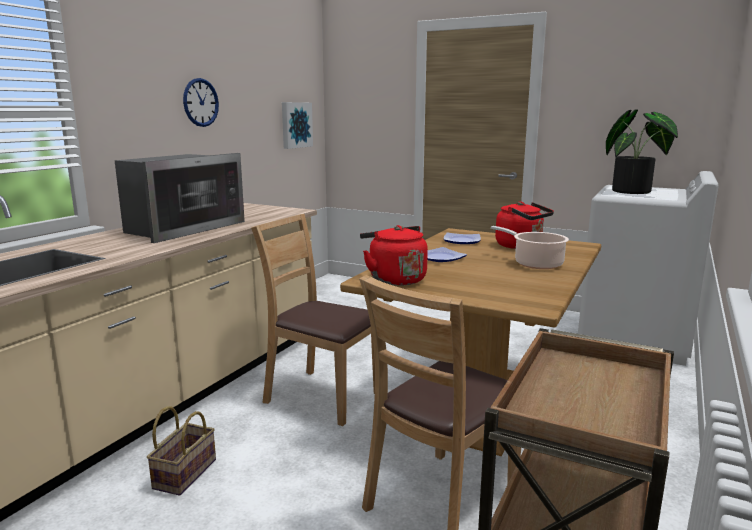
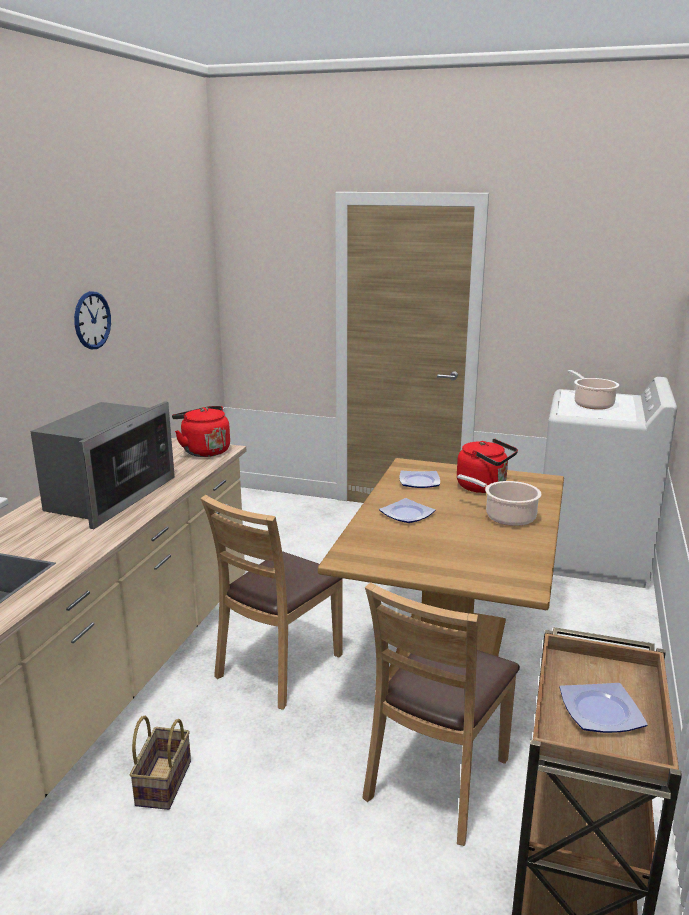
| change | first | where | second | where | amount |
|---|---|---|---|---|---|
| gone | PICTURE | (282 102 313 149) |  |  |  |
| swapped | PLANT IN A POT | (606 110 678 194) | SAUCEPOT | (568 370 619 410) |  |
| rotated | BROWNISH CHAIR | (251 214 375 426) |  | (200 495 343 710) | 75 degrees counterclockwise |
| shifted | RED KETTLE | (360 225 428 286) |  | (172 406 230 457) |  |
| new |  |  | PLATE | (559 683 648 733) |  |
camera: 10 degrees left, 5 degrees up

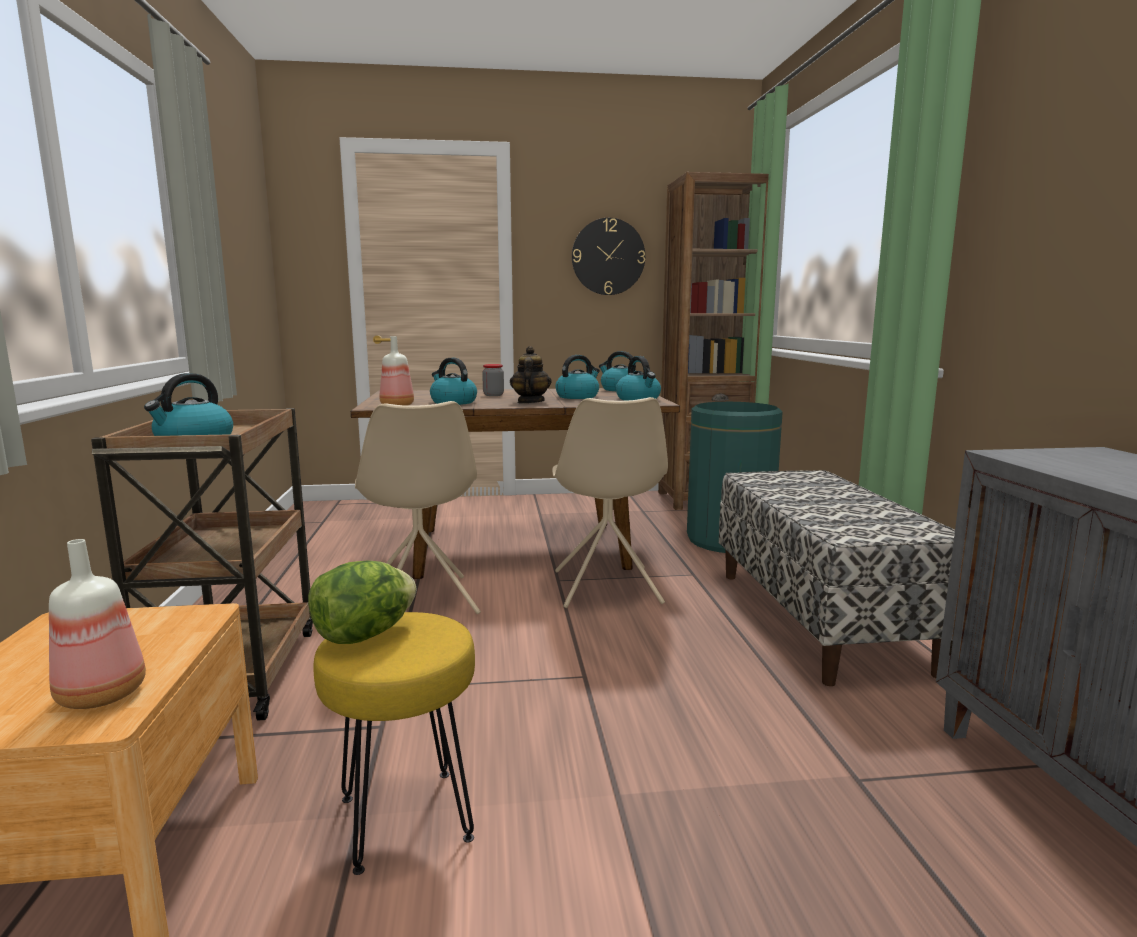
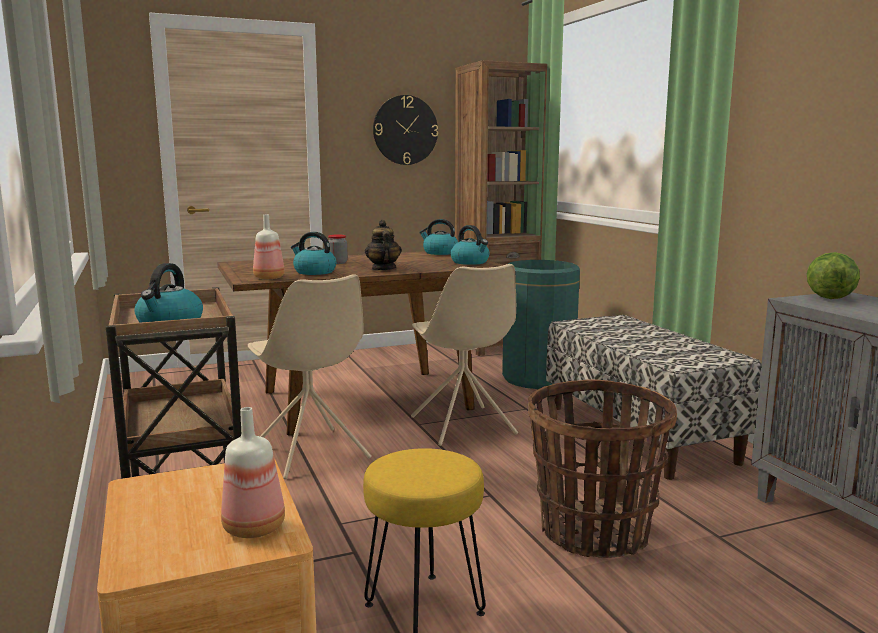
| change | first | where | second | where | amount |
|---|---|---|---|---|---|
| gone | KETTLE | (555 355 600 399) |  |  |  |
| shifted | LETTUCE | (308 561 416 644) |  | (807 252 860 299) |  |
| new |  |  | STORAGE BASKET | (528 380 677 558) |  |
camera: 15 degrees left, 0 degrees up

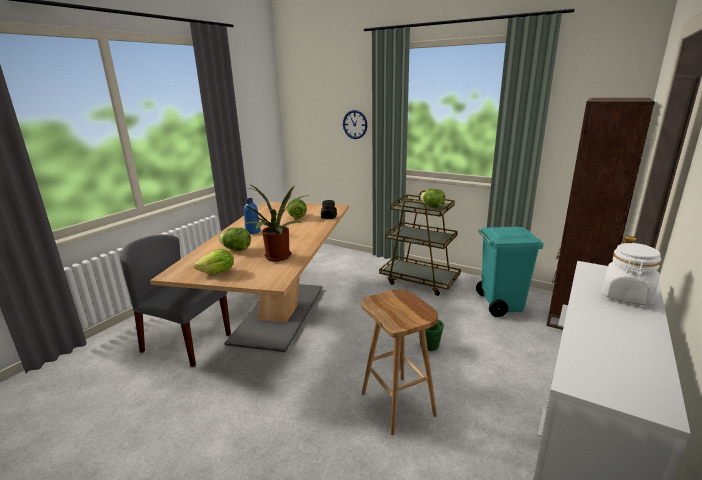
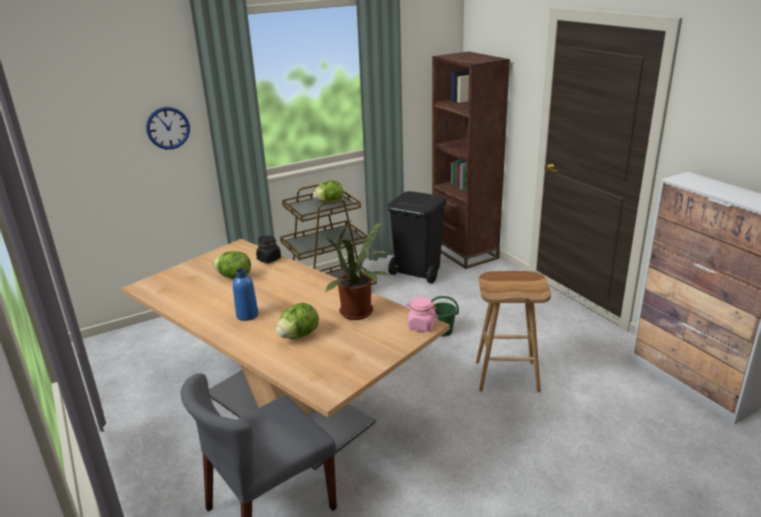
| change | first | where | second | where | amount |
|---|---|---|---|---|---|
| repainted | TURQUOISE TRASH CAN | (476 227 544 317) | BLACK-COLOURED TRASH CAN | (388 191 447 283) |  |
| gone | WHITE-COLOURED STORAGE JAR | (602 243 661 306) |  |  |  |
| gone | LETTUCE | (193 249 234 273) |  |  |  |
| new |  |  | PINK-COLOURED STORAGE JAR | (405 297 437 332) |  |
camera: 60 degrees left, 5 degrees up

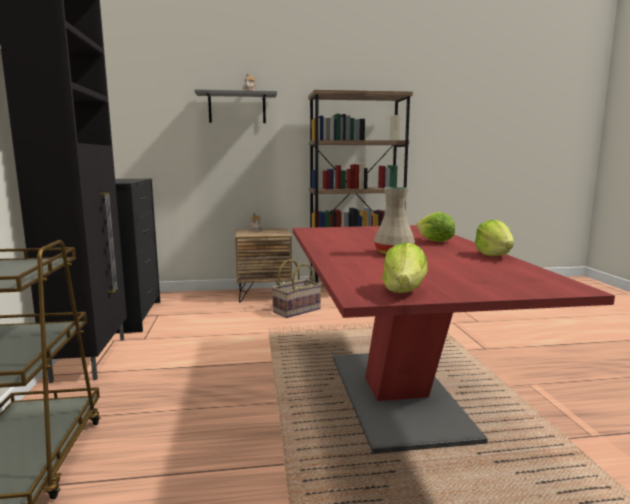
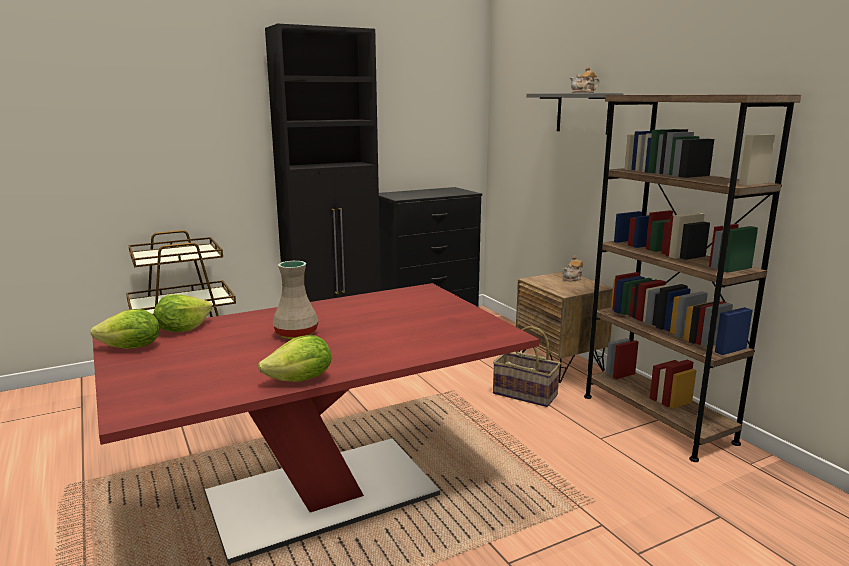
| change | first | where | second | where | amount |
|---|---|---|---|---|---|
| shifted | LETTUCE | (416 212 455 242) |  | (154 294 213 332) |  |
camera: 70 degrees right, 5 degrees up

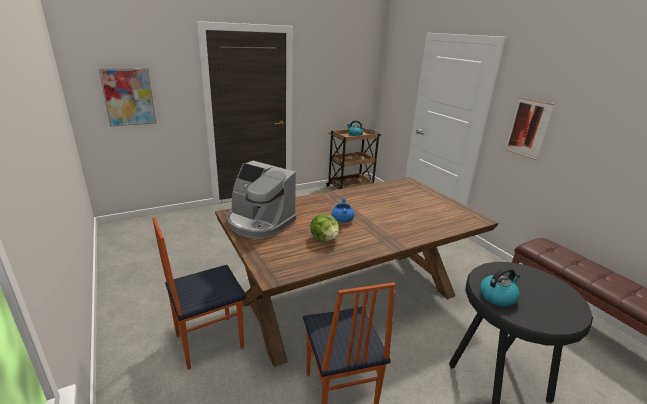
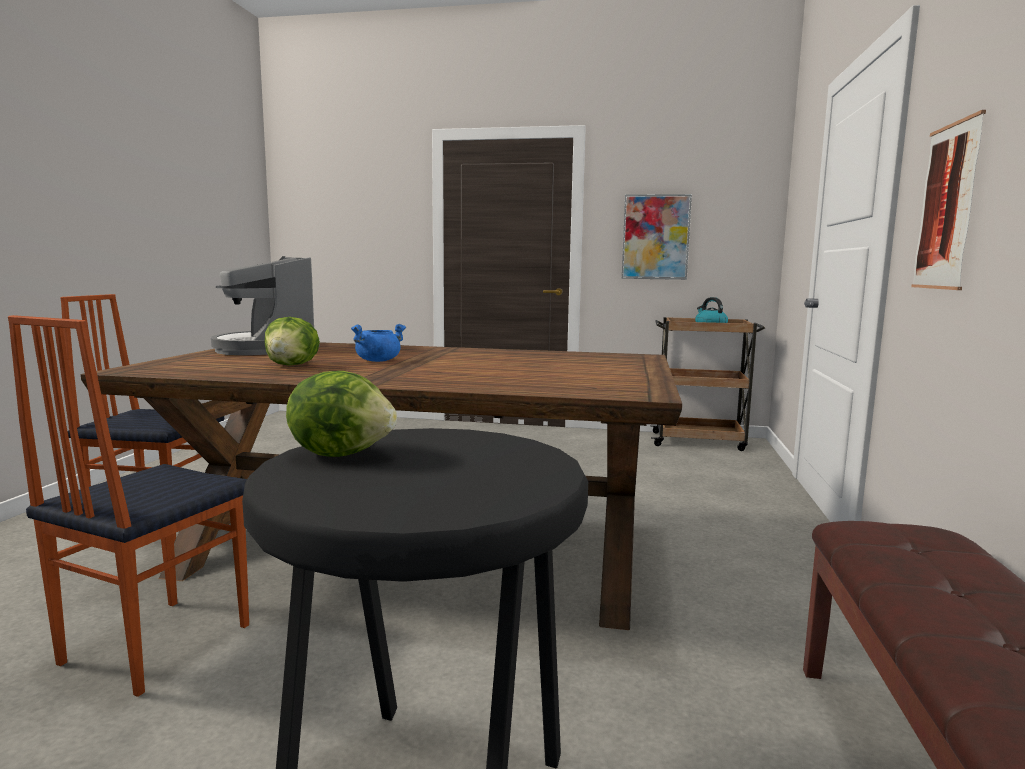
| change | first | where | second | where | amount |
|---|---|---|---|---|---|
| shifted | PICTURE | (99 68 156 127) |  | (622 194 692 280) |  |
| swapped | KETTLE | (480 267 520 307) | LETTUCE | (286 371 397 457) |  |
camera: 40 degrees right, 15 degrees down

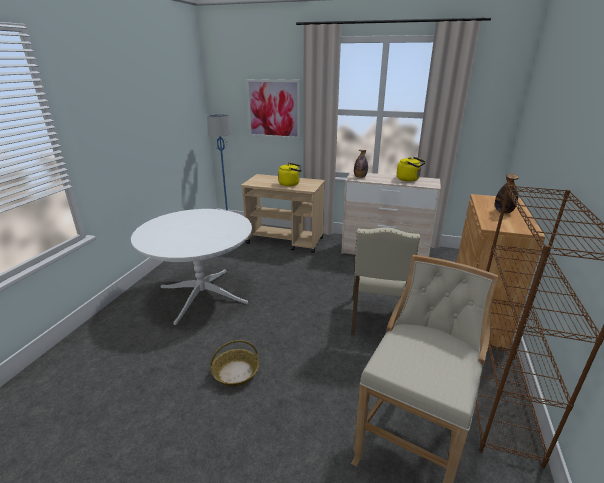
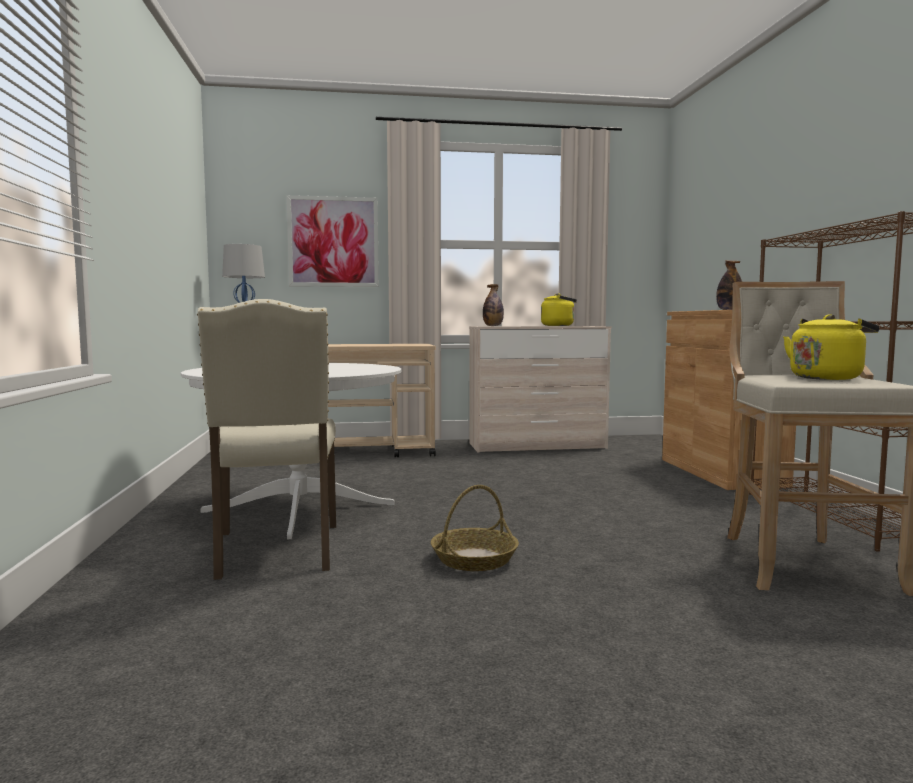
| change | first | where | second | where | amount |
|---|---|---|---|---|---|
| shifted | YELLOWISH KETTLE | (278 163 302 186) |  | (783 314 879 380) |  |
| shifted | BEIGE-COLOURED CHAIR | (351 227 420 335) |  | (197 299 336 580) |  |
camera: 25 degrees left, 20 degrees down

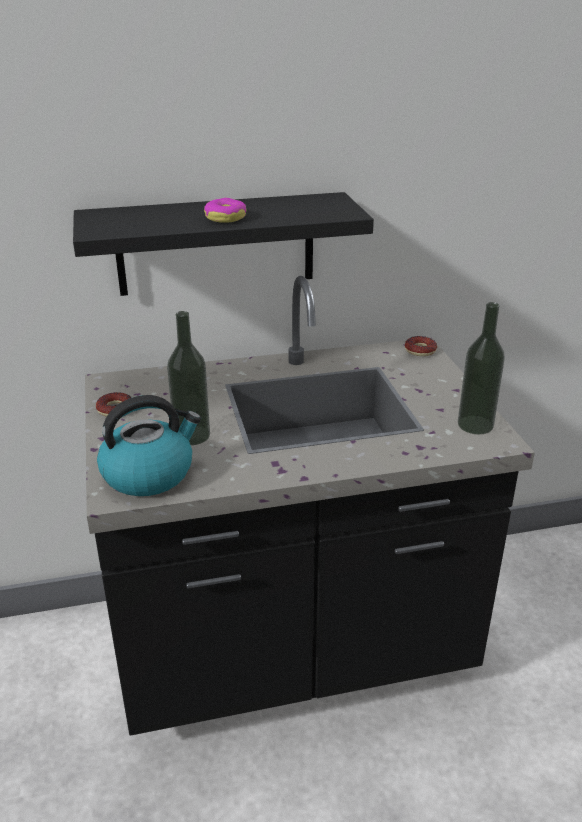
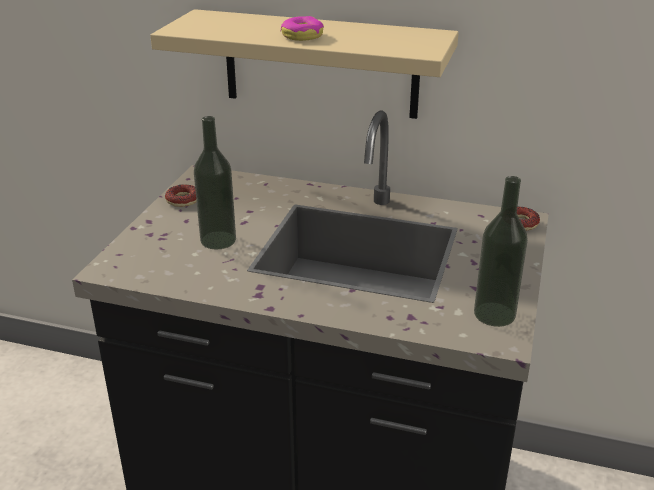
| change | first | where | second | where | amount |
|---|---|---|---|---|---|
| repainted | BLACK-COLOURED WALL SHELF | (73 192 374 296) | BEIGE-COLOURED WALL SHELF | (150 9 459 119) |  |
| gone | KETTLE | (97 395 201 496) |  |  |  |
camera: 30 degrees right, 0 degrees up

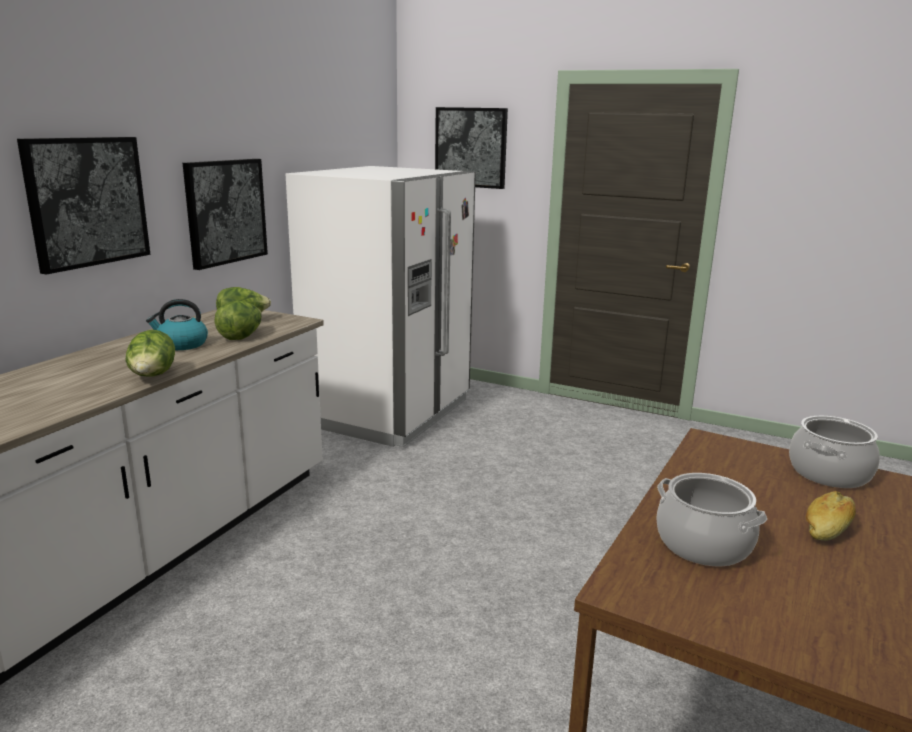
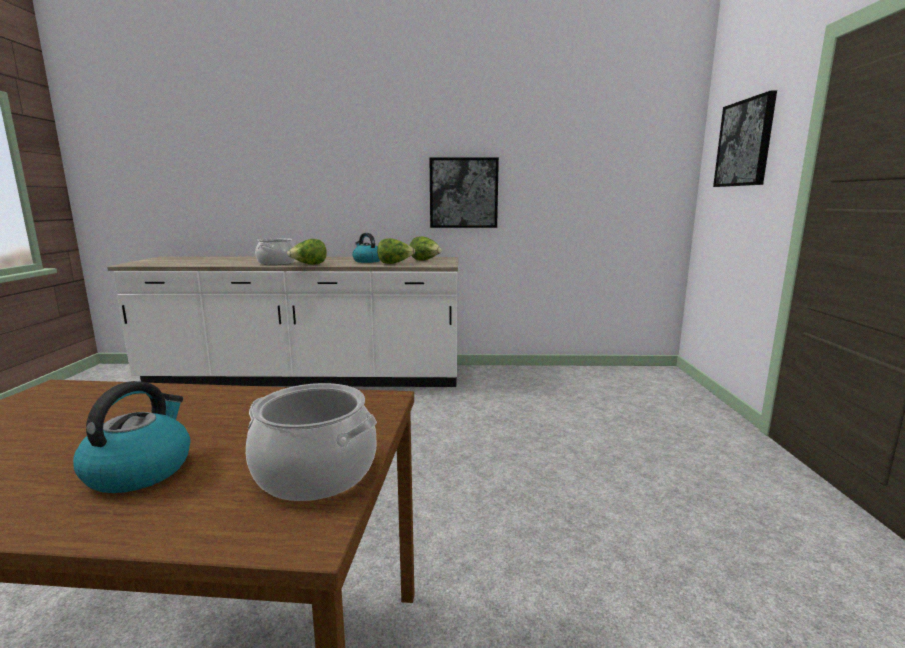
| change | first | where | second | where | amount |
|---|---|---|---|---|---|
| gone | PICTURE | (17 137 150 275) |  |  |  |
| gone | WHITE-COLOURED KITCHEN FRIDGE | (286 166 476 447) |  |  |  |
| shifted | SAUCEPOT | (656 473 767 567) |  | (255 238 295 265) |  |
| swapped | BREAD | (805 491 856 541) | KETTLE | (73 381 190 493) |  |
camera: 65 degrees right, 5 degrees down

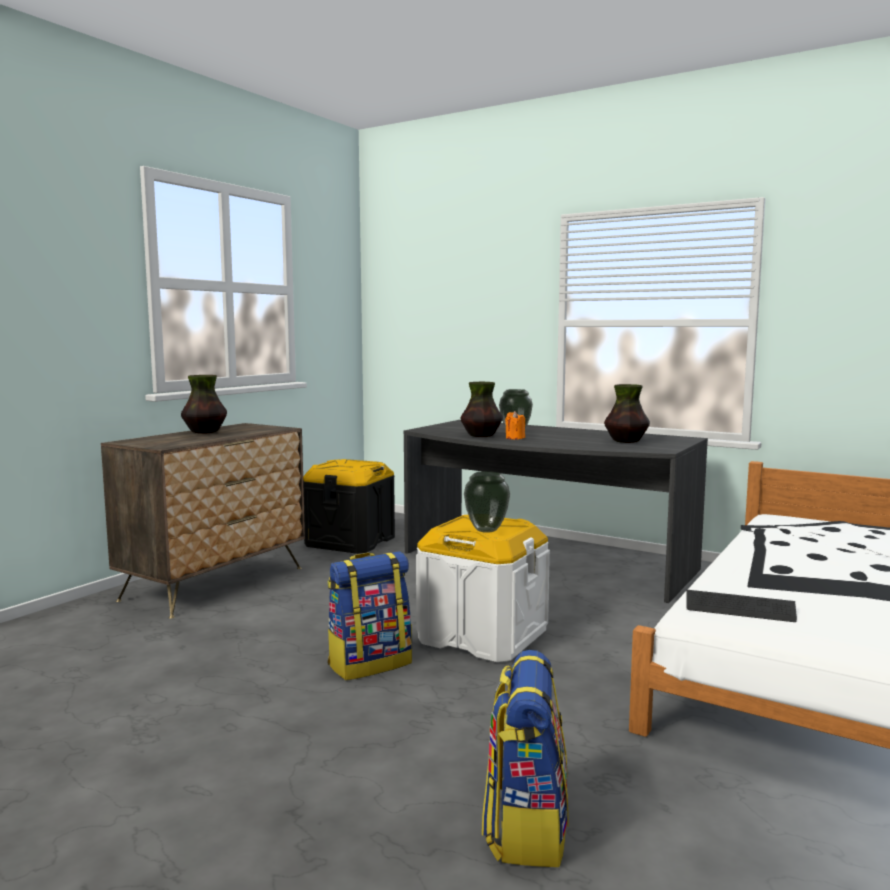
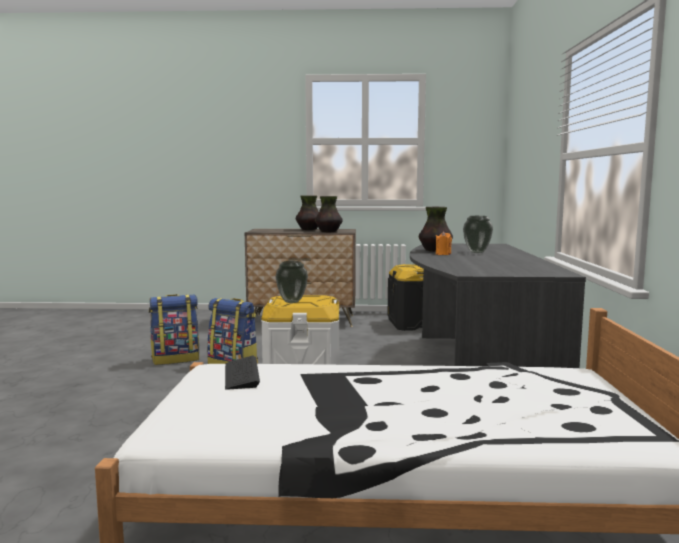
| change | first | where | second | where | amount |
|---|---|---|---|---|---|
| shifted | DECORATIVE VASE | (604 384 650 443) |  | (315 196 343 232) |  |
| shifted | KNAPSACK | (482 650 569 867) |  | (149 294 199 365) |  |
camera: 60 degrees right, 0 degrees up

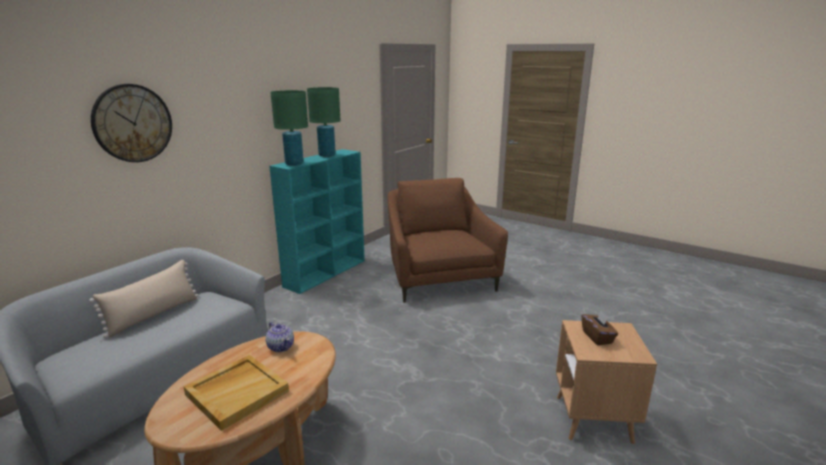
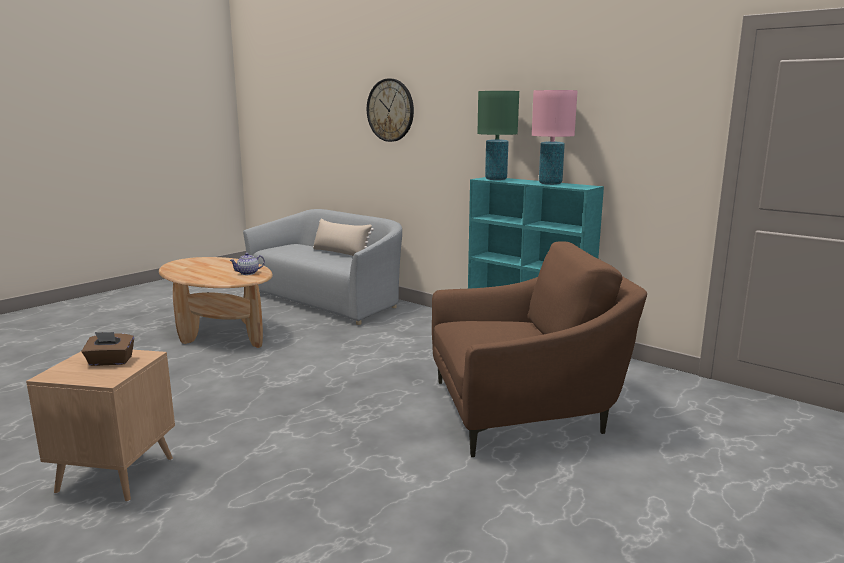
| change | first | where | second | where | amount |
|---|---|---|---|---|---|
| repainted | GREEN TABLETOP LAMP | (307 87 340 157) | PINK-COLOURED TABLETOP LAMP | (532 90 578 185) |  |
| gone | BEIGE-COLOURED TRAY | (184 355 289 431) |  |  |  |
camera: 95 degrees right, 5 degrees down

